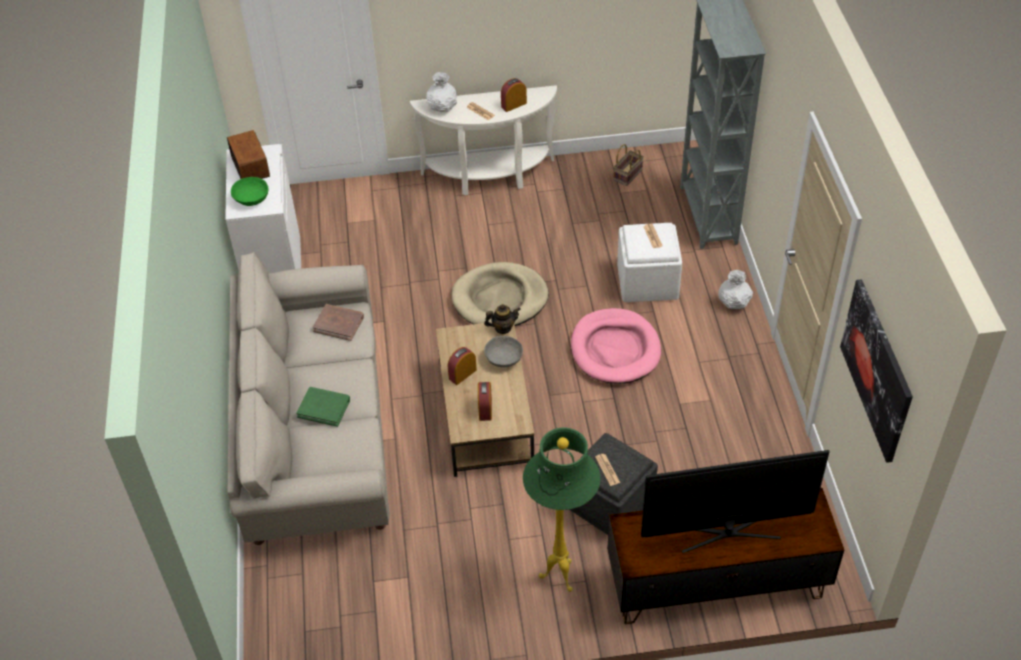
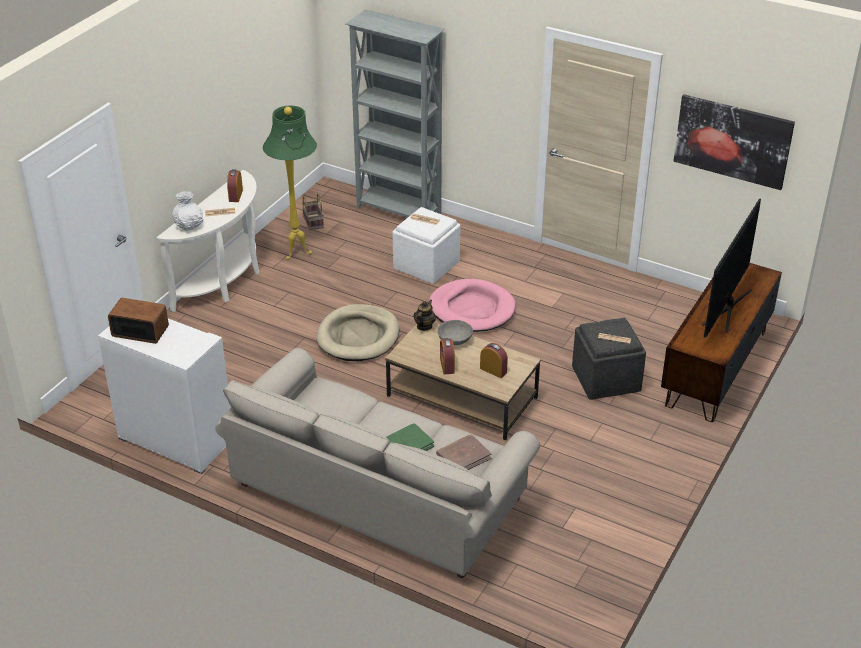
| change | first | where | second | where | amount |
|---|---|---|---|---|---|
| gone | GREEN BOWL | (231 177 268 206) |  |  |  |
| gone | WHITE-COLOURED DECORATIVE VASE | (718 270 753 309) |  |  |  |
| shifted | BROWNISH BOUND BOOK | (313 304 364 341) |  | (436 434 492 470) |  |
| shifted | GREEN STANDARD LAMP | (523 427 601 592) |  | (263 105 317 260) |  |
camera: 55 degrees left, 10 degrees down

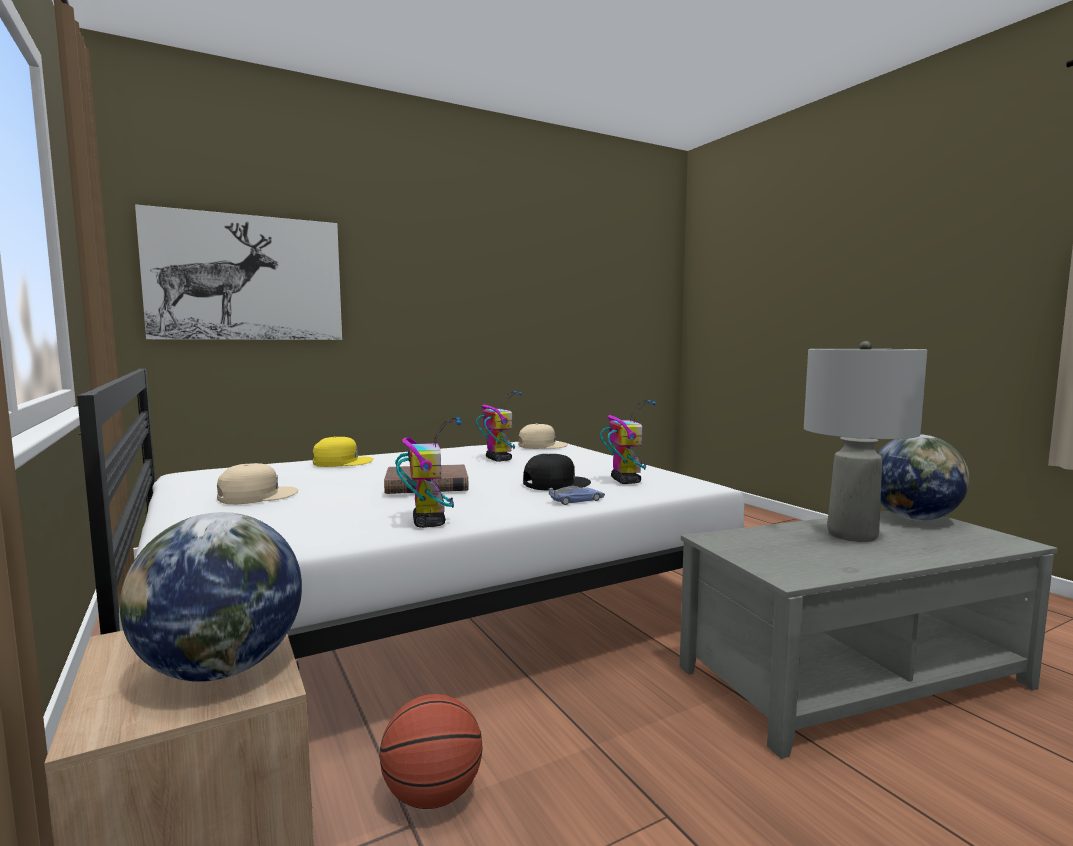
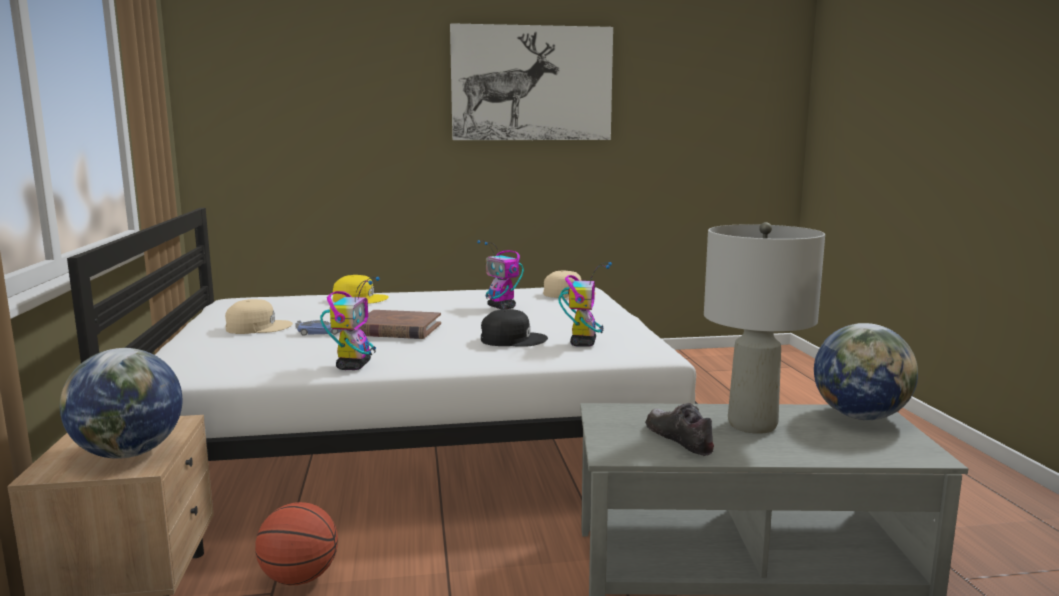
| change | first | where | second | where | amount |
|---|---|---|---|---|---|
| shifted | PICTURE | (135 204 342 340) |  | (450 23 613 140) |  |
| rotated | ROBOT FIGURE | (476 391 522 462) |  | (477 240 524 309) | 150 degrees clockwise |
| shifted | TOY CAR | (549 486 605 505) |  | (295 320 342 336) |  |
| new |  |  | SHOE | (645 403 714 456) |  |
camera: 20 degrees right, 5 degrees up

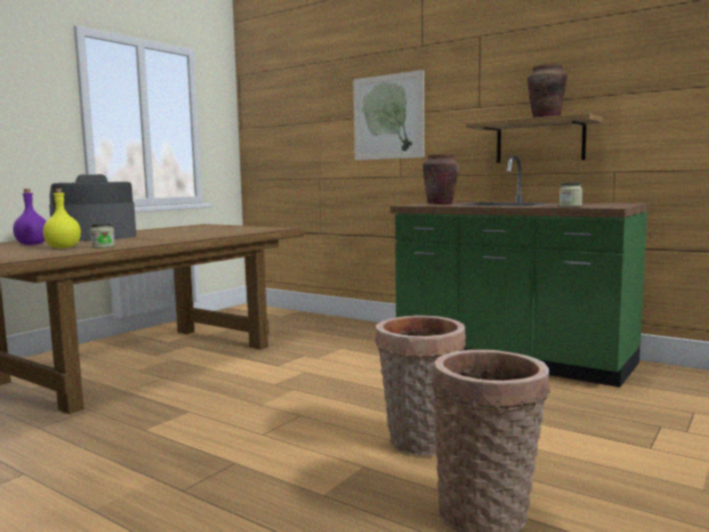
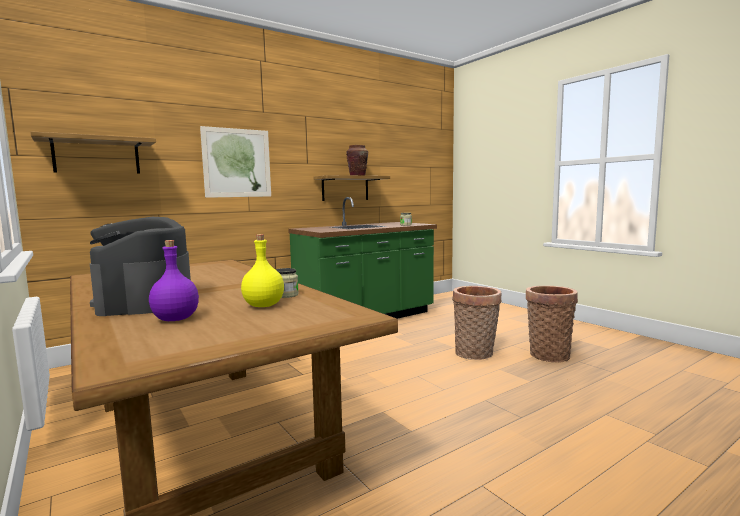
| change | first | where | second | where | amount |
|---|---|---|---|---|---|
| gone | BROWNISH DECORATIVE VASE | (423 154 459 204) |  |  |  |
| new |  |  | WALL SHELF | (30 131 156 173) |  |
camera: 70 degrees left, 0 degrees up

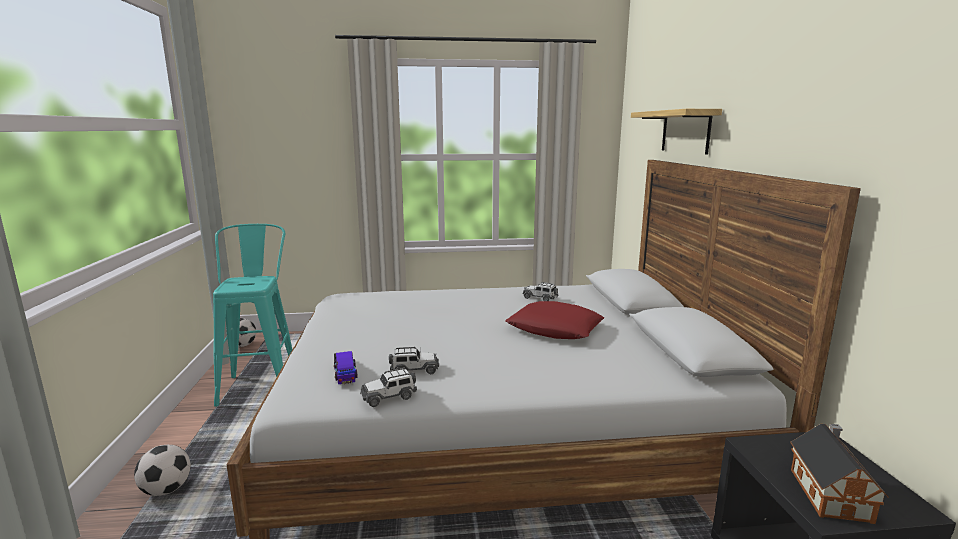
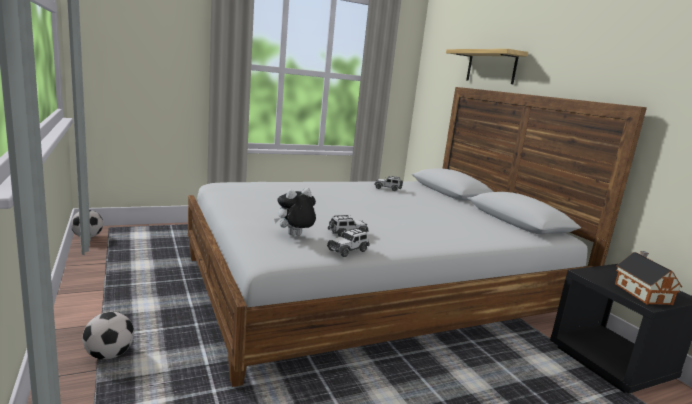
| change | first | where | second | where | amount |
|---|---|---|---|---|---|
| gone | TURQUOISE SITTING STOOL | (213 224 292 407) |  |  |  |
| gone | RED CUSHION | (505 301 604 339) |  |  |  |
| swapped | TOY CAR | (334 351 358 384) | CUDDLY TOY | (274 188 316 236) |  |
camera: 20 degrees left, 0 degrees up

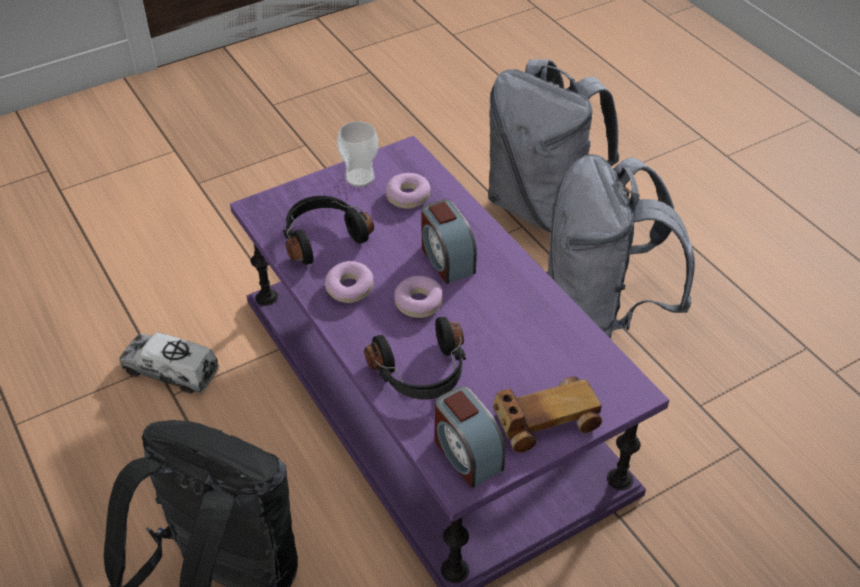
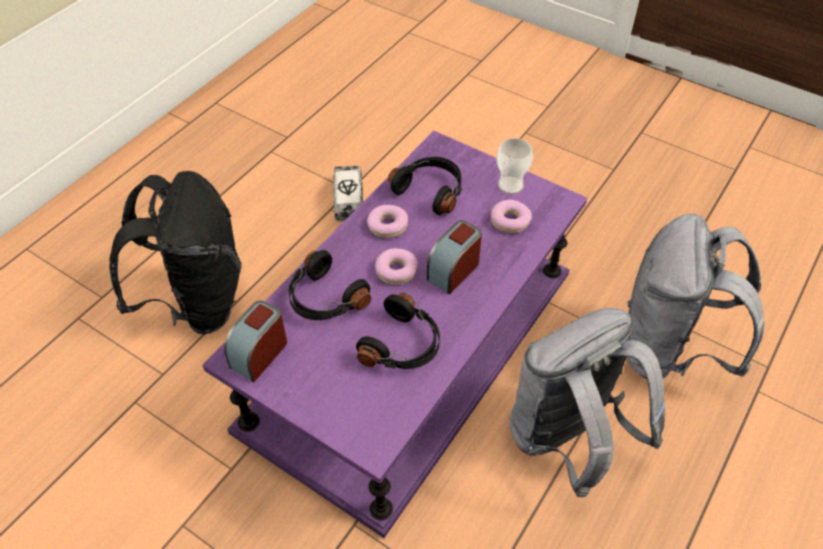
| change | first | where | second | where | amount |
|---|---|---|---|---|---|
| gone | TOY CAR | (493 376 602 453) |  |  |  |
| new |  |  | BLACK-COLOURED HEADSET | (356 293 440 369) |  |
camera: 65 degrees right, 5 degrees up

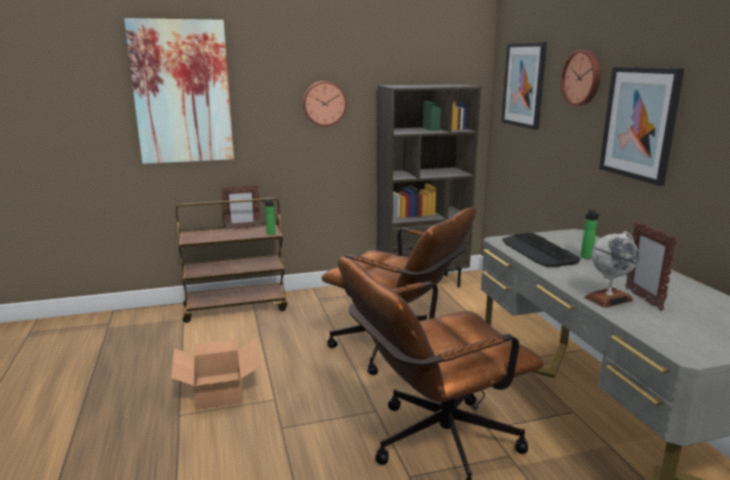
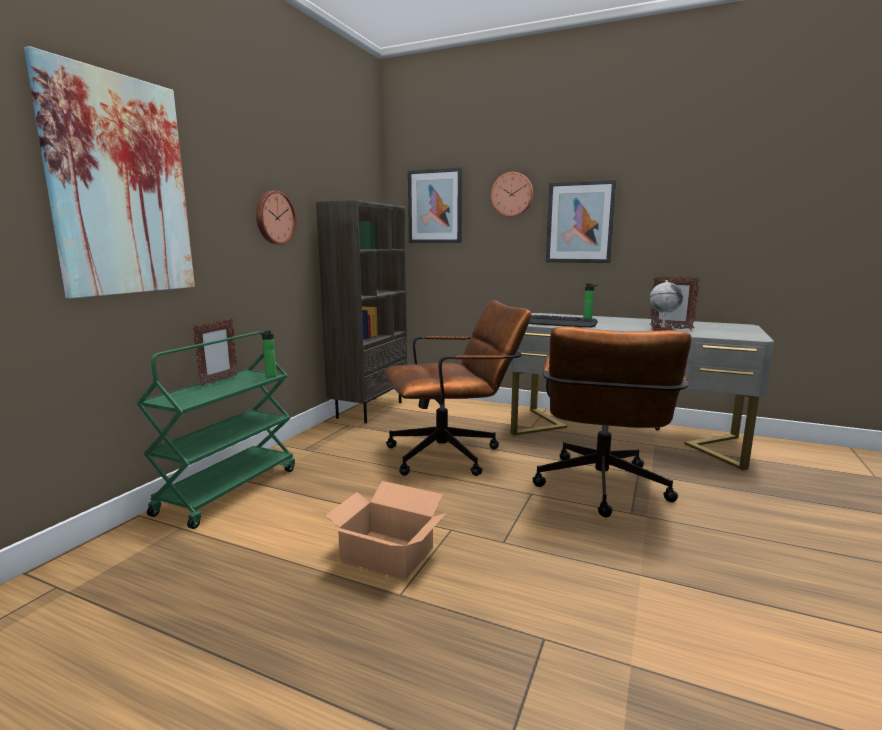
| change | first | where | second | where | amount |
|---|---|---|---|---|---|
| repainted | BROWNISH CART | (176 198 287 323) | GREEN CART | (136 331 295 529) |  |
camera: 50 degrees left, 5 degrees down

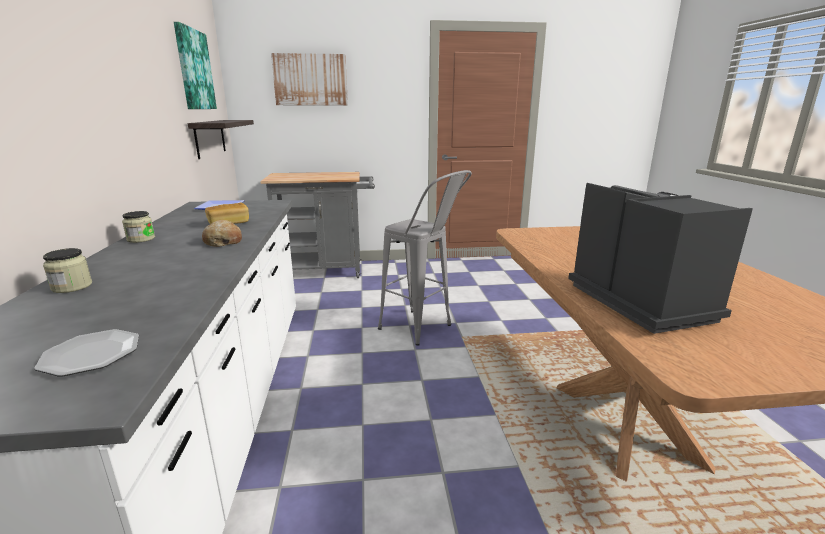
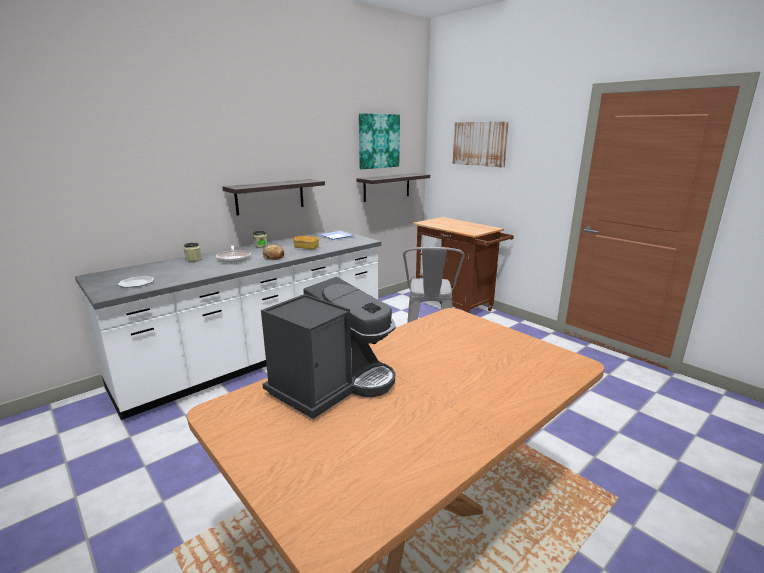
| change | first | where | second | where | amount |
|---|---|---|---|---|---|
| repainted | GREYISH CART | (260 172 375 278) | BROWNISH CART | (413 217 514 313) |  |
| new |  |  | WALL SHELF | (222 179 325 215) |  |
| new |  |  | FRYING PAN | (216 245 251 263) |  |
camera: 55 degrees right, 0 degrees up

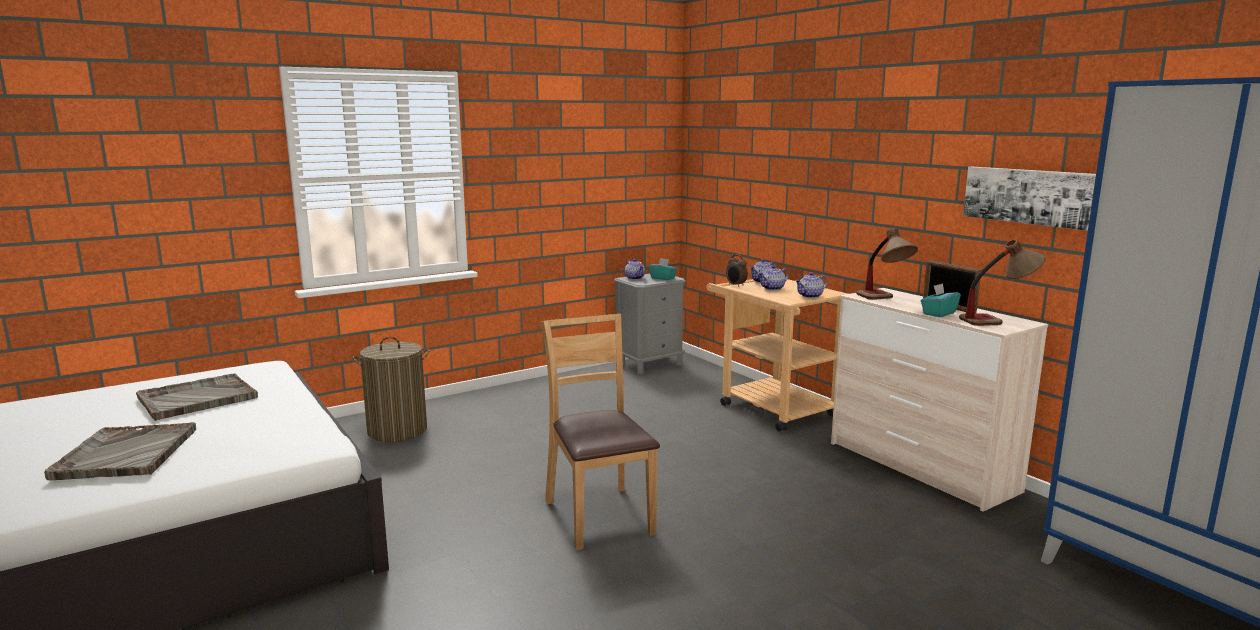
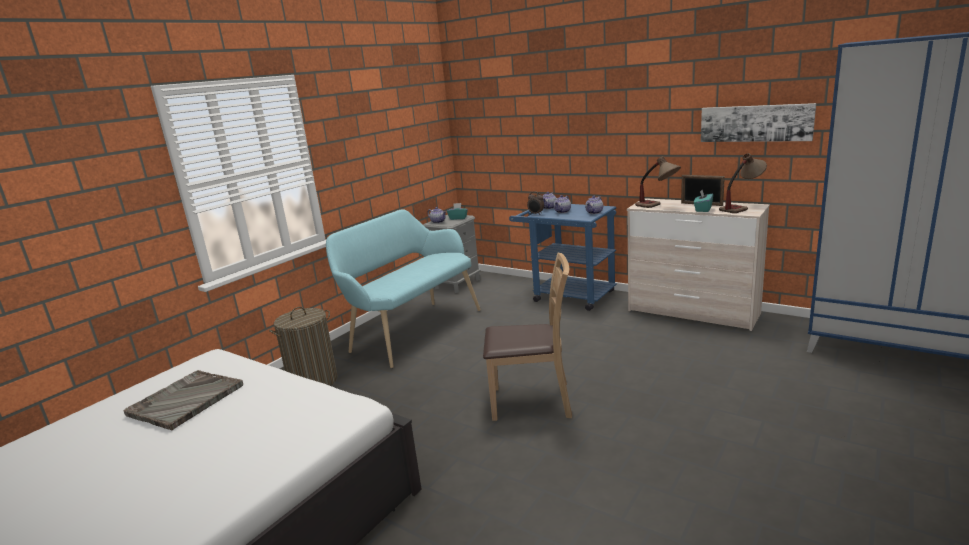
| change | first | where | second | where | amount |
|---|---|---|---|---|---|
| repainted | BEIGE-COLOURED CART | (707 279 848 432) | BLUE-COLOURED CART | (509 204 617 311) |  |
| rotated | BROWNISH CHAIR | (541 314 660 550) |  | (483 253 572 421) | 135 degrees clockwise |
| gone | GREYISH TRAY | (44 422 196 480) |  |  |  |
| new |  |  | TURQUOISE INDOOR BENCH | (326 209 481 368) |  |
camera: 20 degrees left, 5 degrees up

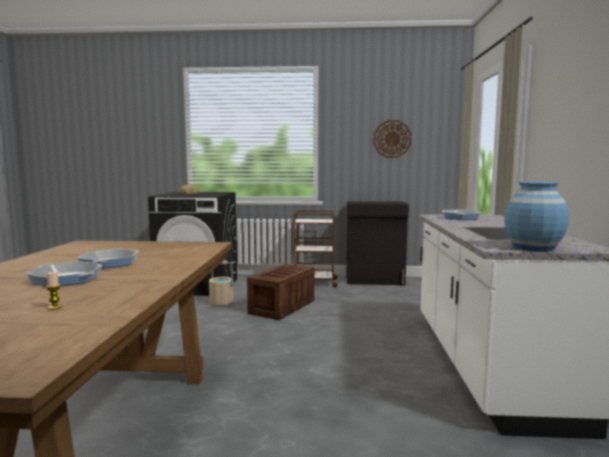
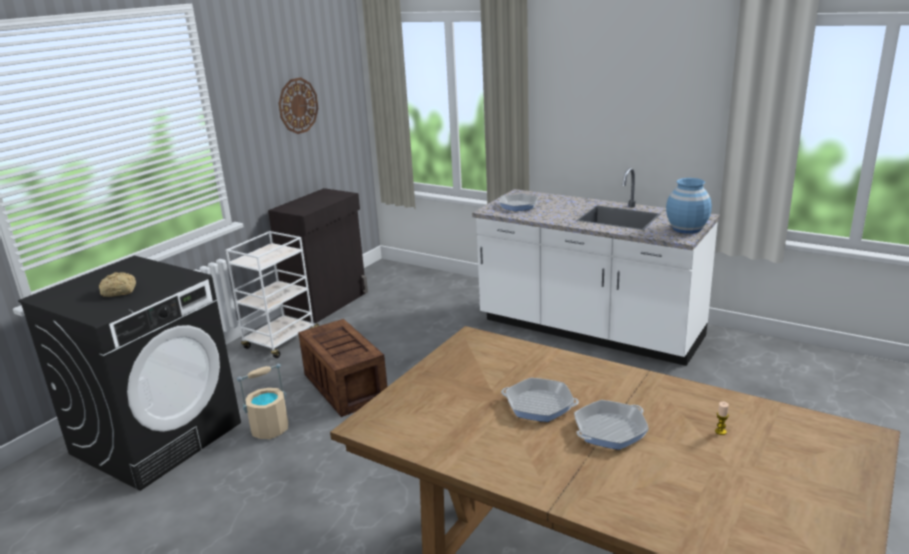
| change | first | where | second | where | amount |
|---|---|---|---|---|---|
| repainted | BROWNISH CART | (294 211 339 287) | WHITE-COLOURED CART | (226 231 319 358) |  |
camera: 60 degrees left, 15 degrees up

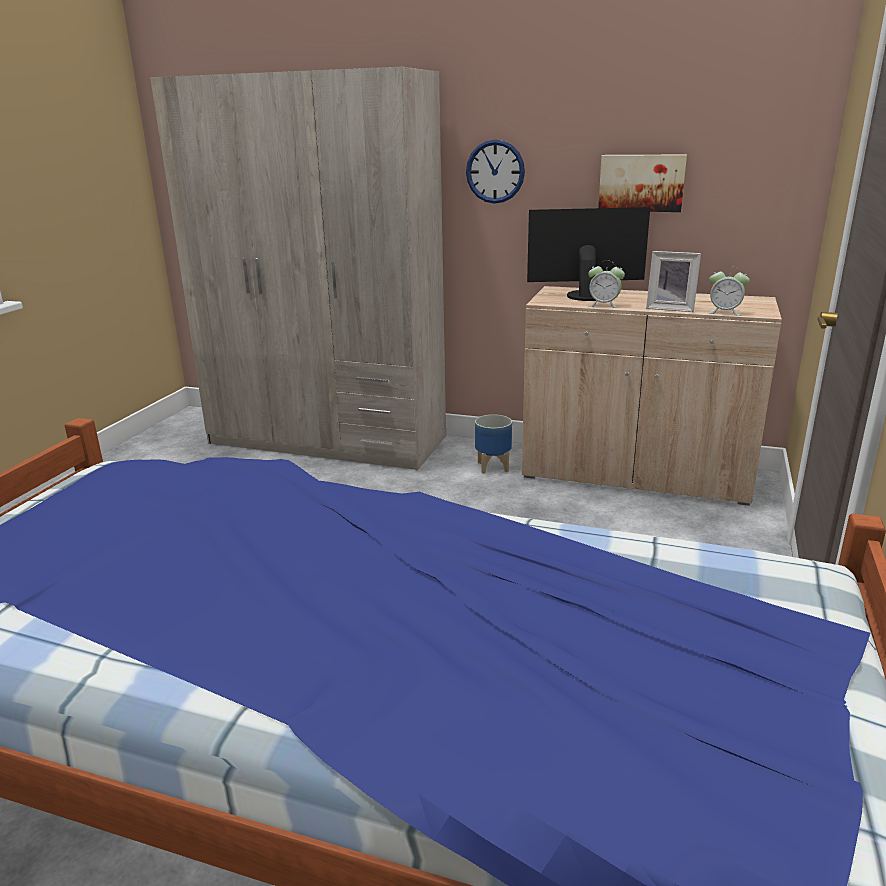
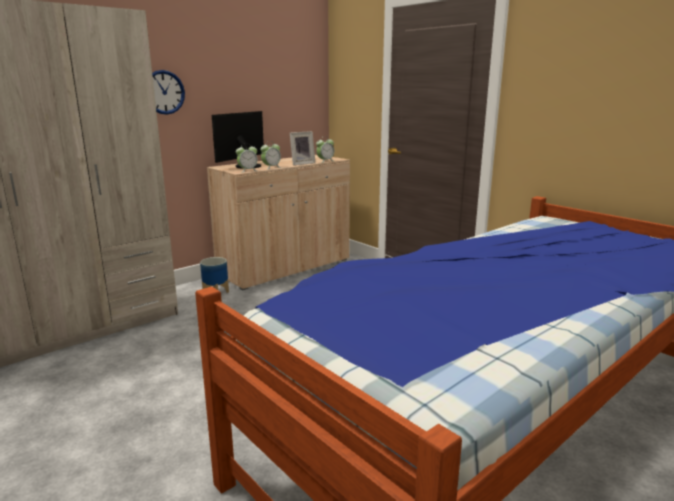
| change | first | where | second | where | amount |
|---|---|---|---|---|---|
| gone | PICTURE | (598 155 687 212) |  |  |  |
| new |  |  | ALARM CLOCK | (236 143 258 173) |  |
camera: 60 degrees left, 5 degrees down

